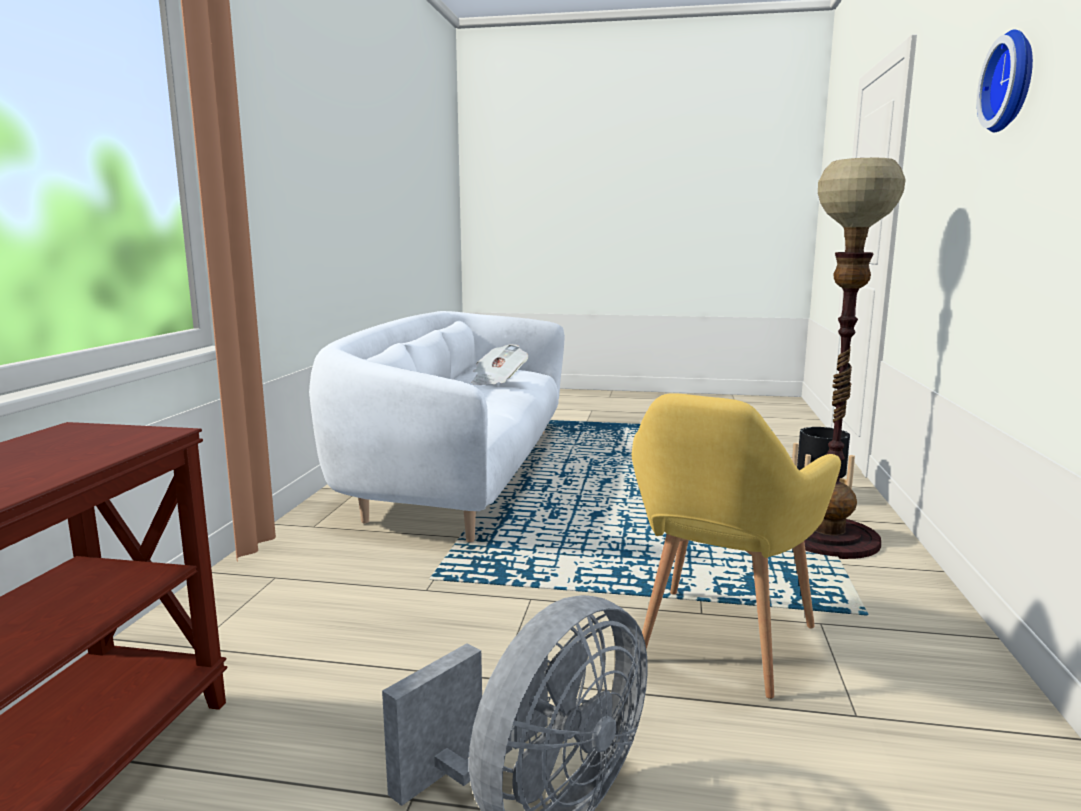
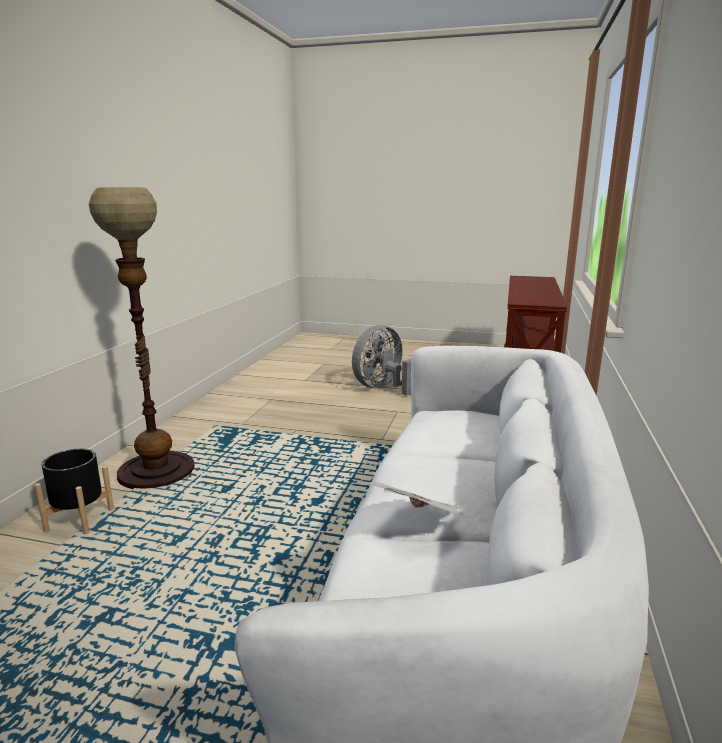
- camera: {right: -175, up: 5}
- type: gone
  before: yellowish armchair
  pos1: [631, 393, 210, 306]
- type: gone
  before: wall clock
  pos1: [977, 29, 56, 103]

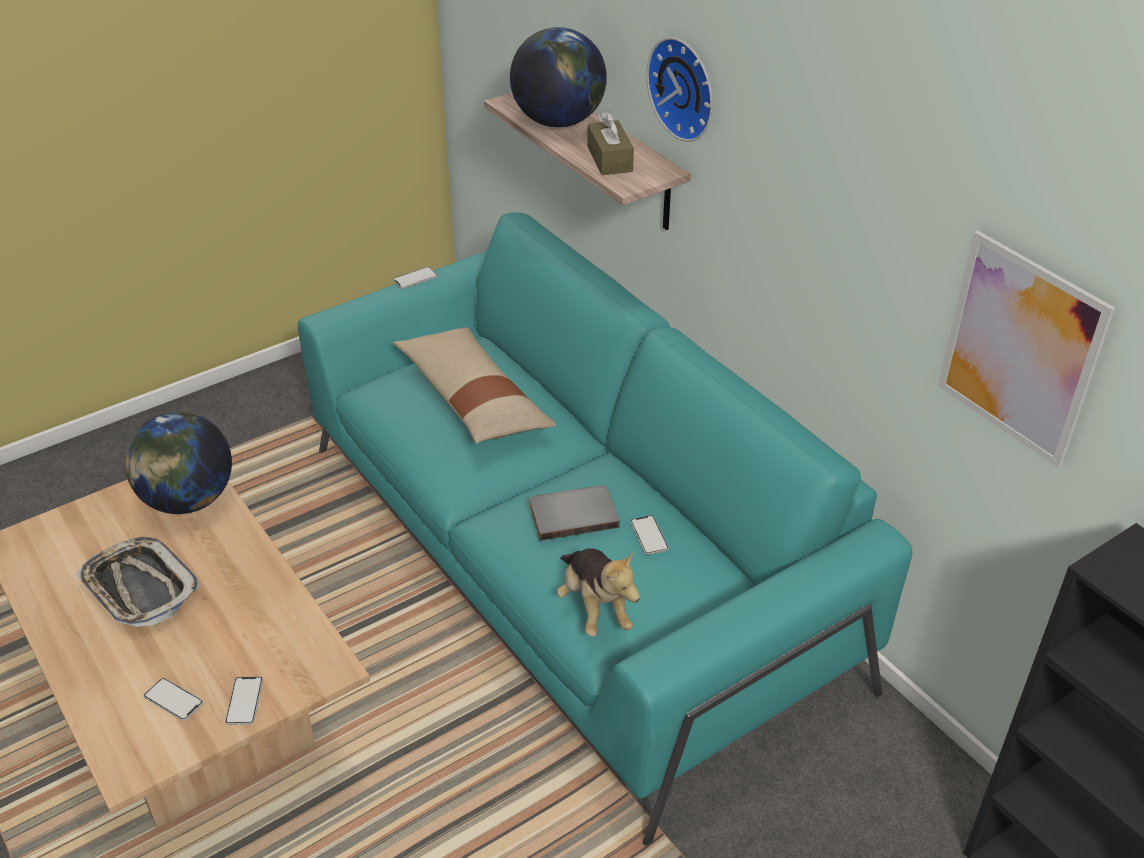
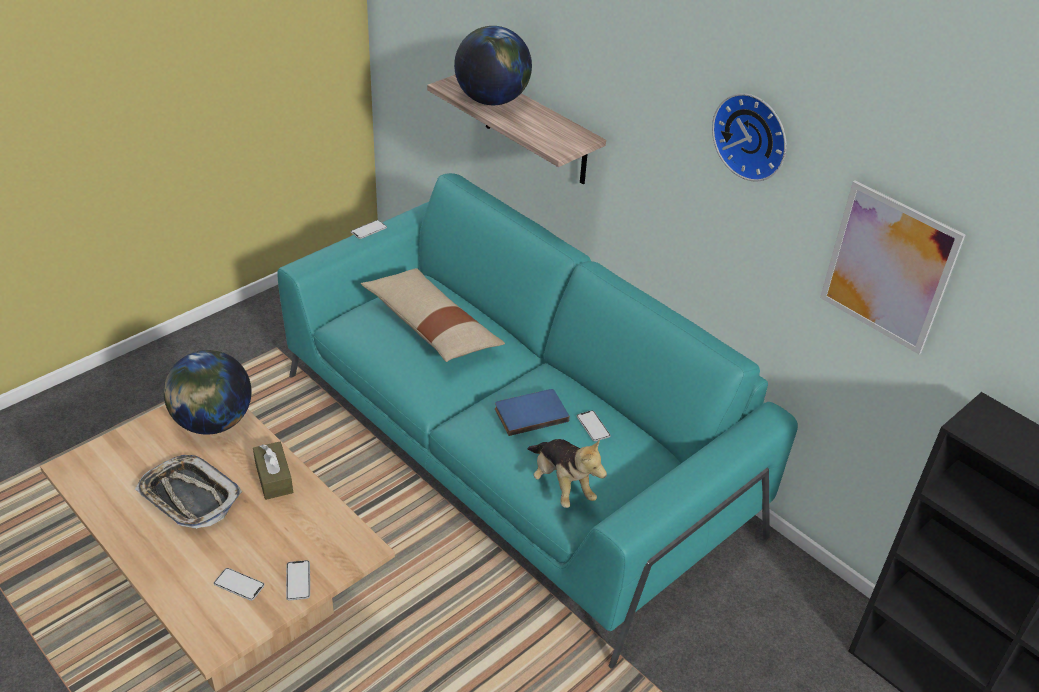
- camera: {right: -10, up: 0}
- type: shifted
  before: brown-coloured box of tissues
  pos1: [587, 111, 47, 64]
  pos2: [253, 442, 40, 58]
- type: shifted
  before: wall clock
  pos1: [646, 37, 67, 105]
  pos2: [712, 93, 75, 89]
- type: repainted
  before: greyish book
  after: blue-coloured book
  pos1: [529, 485, 91, 56]
  pos2: [495, 389, 75, 47]

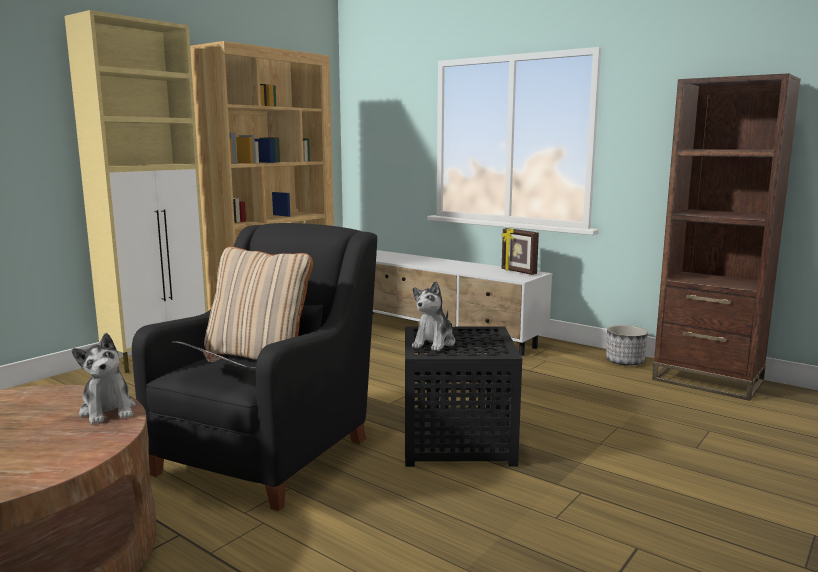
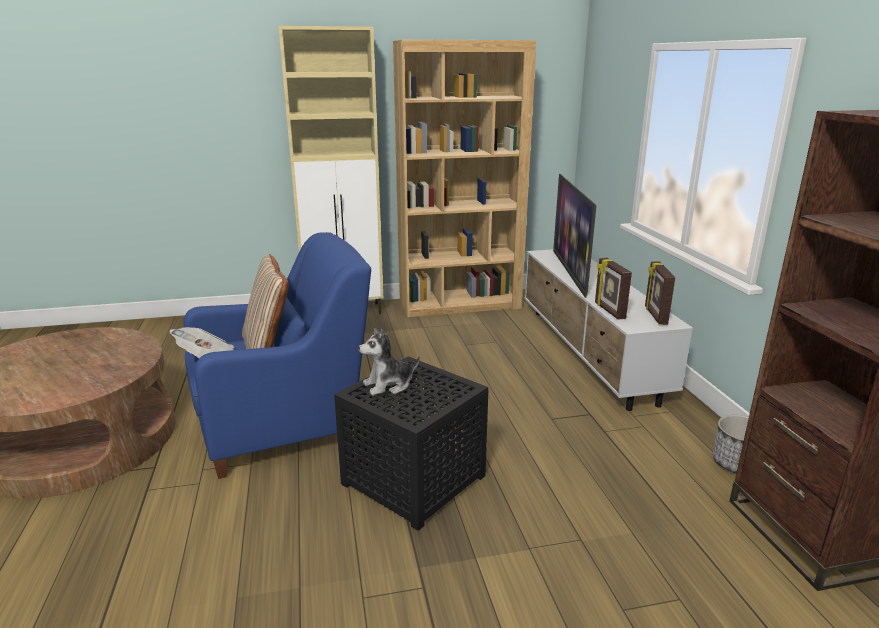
- camera: {right: 40, up: 10}
- type: gone
  before: plush toy
  pos1: [72, 333, 64, 91]
- type: new
  after: television
  pos2: [553, 174, 43, 124]
- type: new
  after: standing frame
  pos2: [595, 258, 37, 62]
- type: repainted
  before: black-coloured armchair
  after: blue-coloured armchair
  pos1: [132, 223, 245, 288]
  pos2: [183, 232, 188, 247]

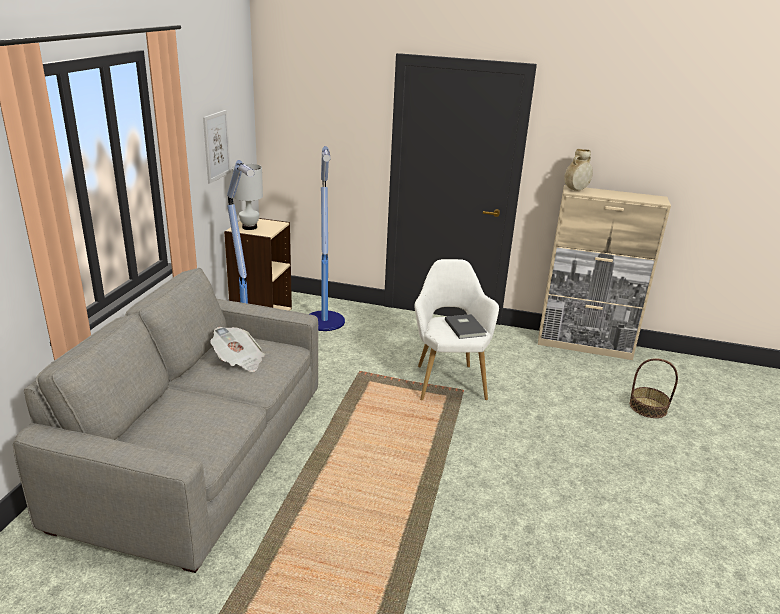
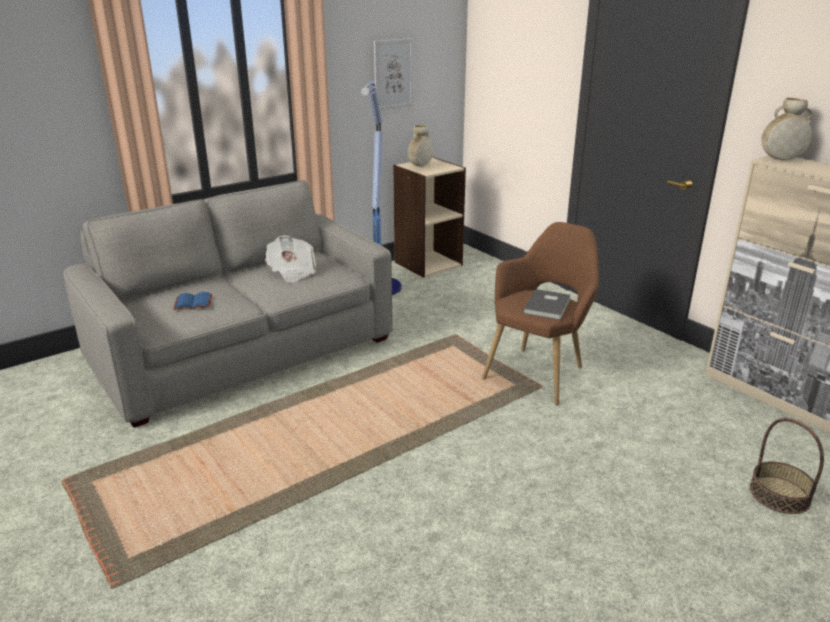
- camera: {right: 40, up: 0}
- type: gone
  before: standing lamp
  pos1: [310, 146, 35, 185]
- type: new
  after: blue-coloured book
  pos2: [173, 292, 39, 18]
- type: swapped
  before: white-coloured table lamp
  after: sand-coloured flower vase
  pos1: [231, 164, 32, 66]
  pos2: [408, 125, 25, 42]
- type: repainted
  before: white-coloured armchair
  after: brown-coloured armchair
  pos1: [415, 259, 84, 141]
  pos2: [482, 222, 117, 183]

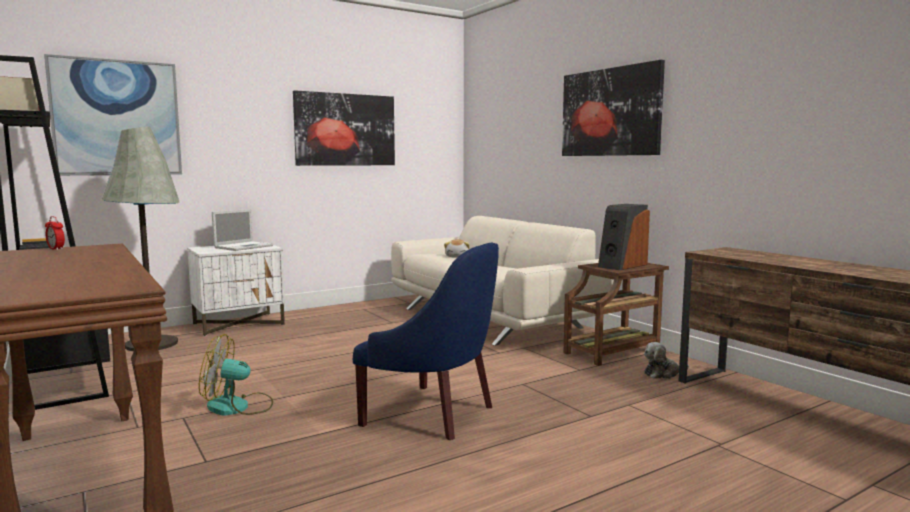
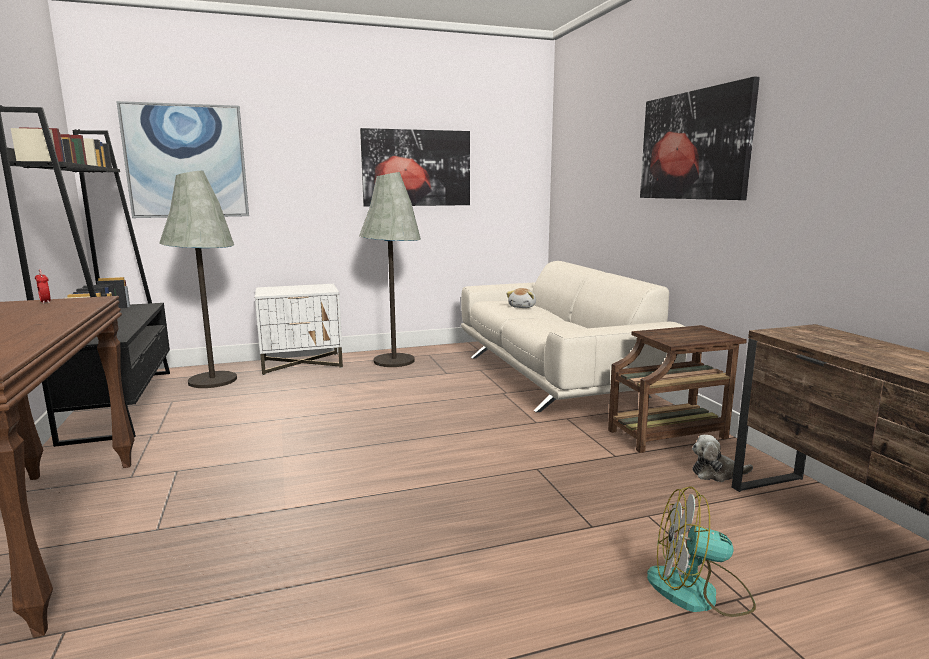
- camera: {right: 15, up: 5}
- type: gone
  before: notebook computer
  pos1: [212, 209, 61, 42]
- type: gone
  before: blue-coloured armchair
  pos1: [353, 243, 146, 197]
- type: gone
  before: audio speaker
  pos1: [598, 204, 52, 66]
- type: new
  after: greyish standing lamp
  pos2: [359, 172, 62, 195]
- type: shifted
  before: cooling fan
  pos1: [199, 334, 74, 82]
  pos2: [647, 486, 109, 131]

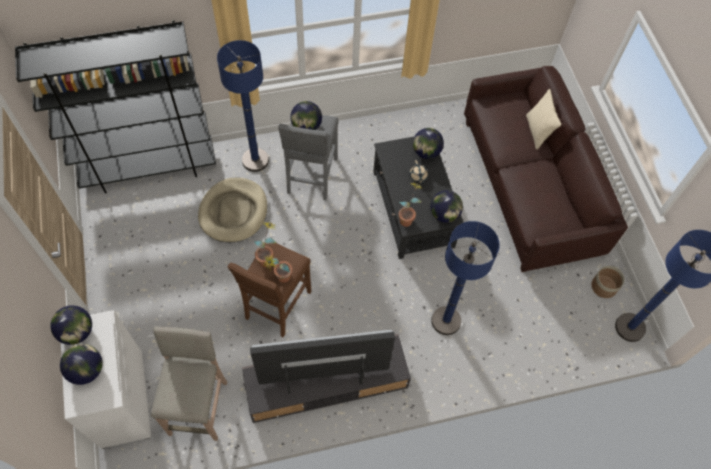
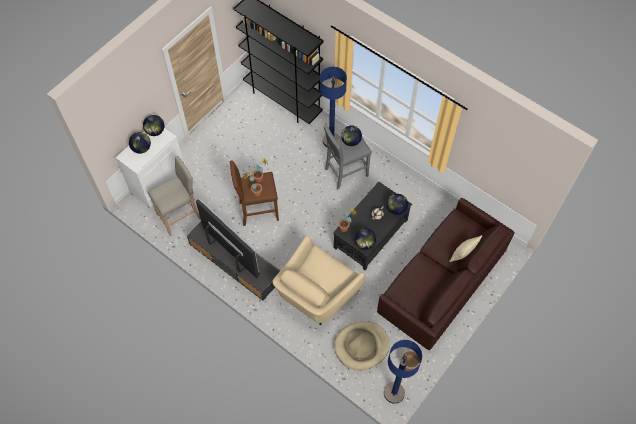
- camera: {right: 55, up: 0}
- type: shifted
  before: sand-coloured pet bed
  pos1: [198, 178, 70, 64]
  pos2: [334, 321, 56, 49]
- type: swapped
  before: blue-coloured standing lamp
  after: sand-coloured armchair
  pos1: [431, 221, 69, 114]
  pos2: [272, 236, 93, 89]

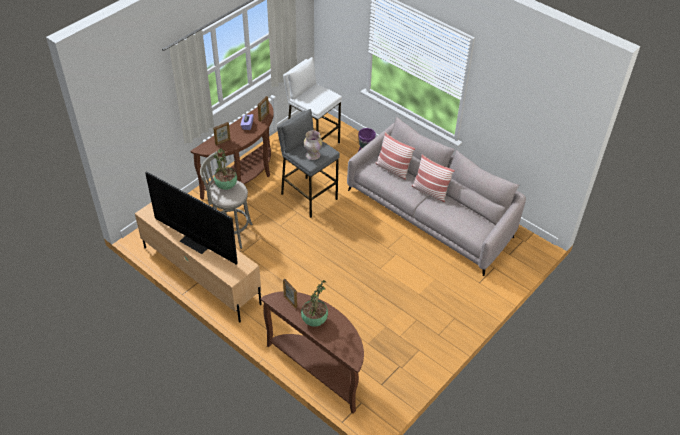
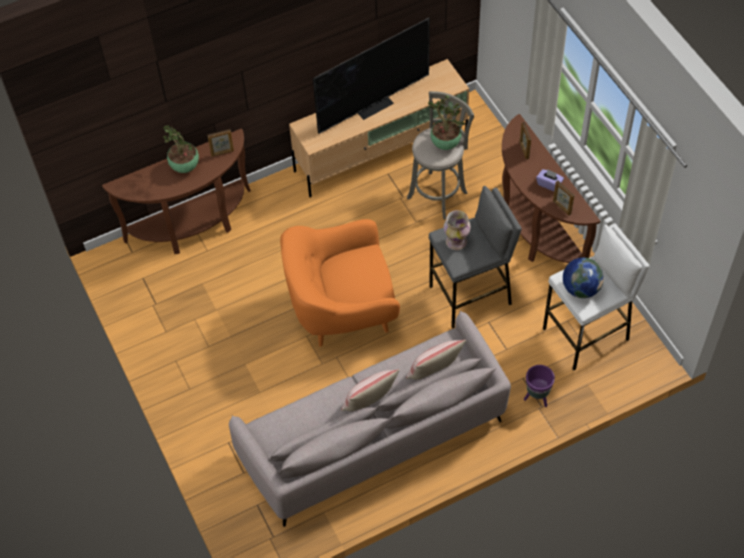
- camera: {right: 115, up: 10}
- type: new
  after: orange armchair
  pos2: [280, 219, 120, 128]
- type: new
  after: world globe
  pos2: [563, 257, 41, 41]

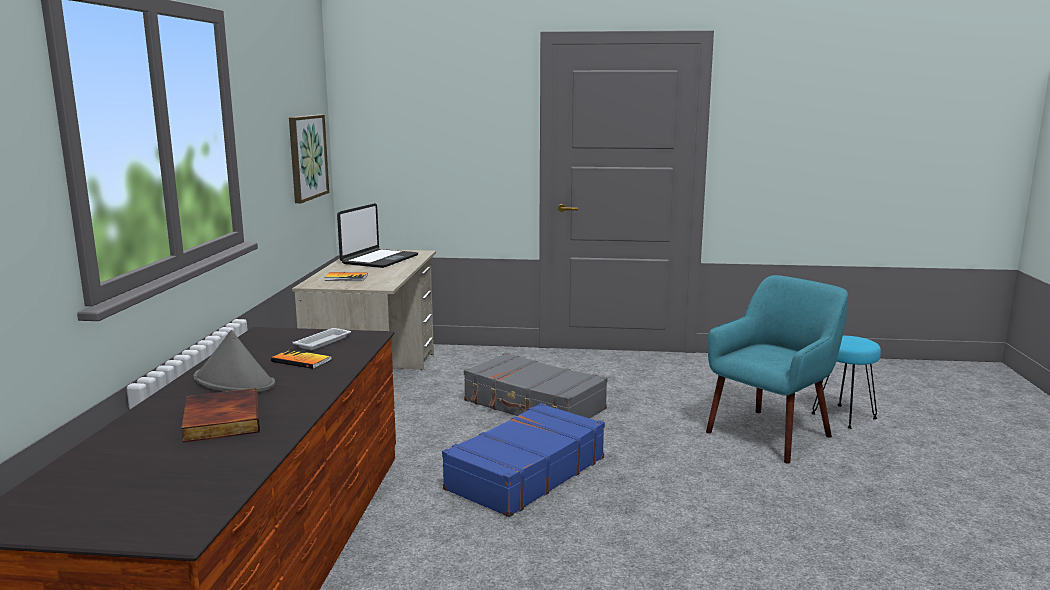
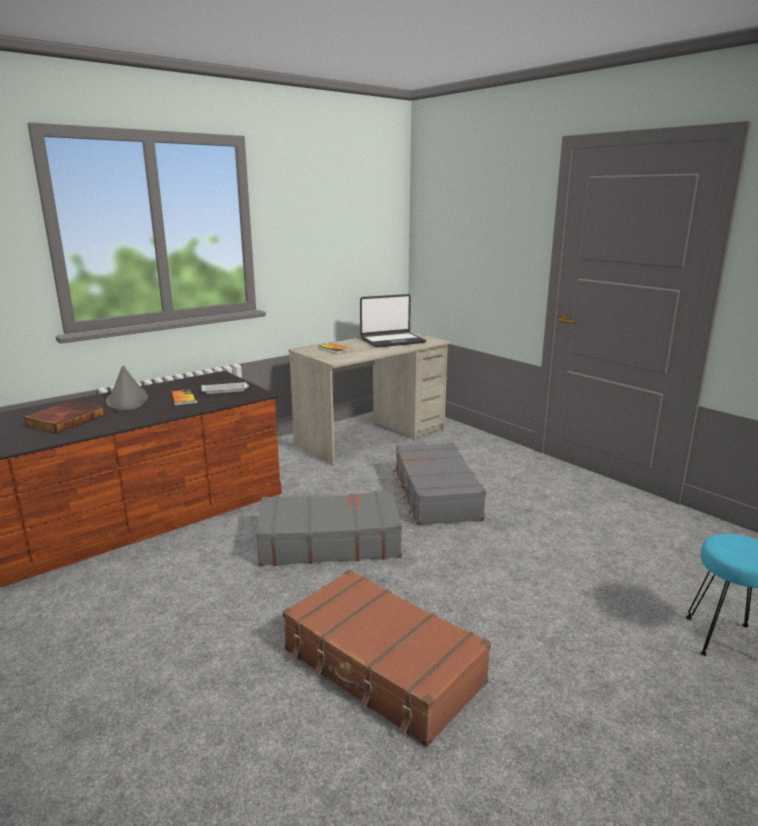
- camera: {right: 45, up: 5}
- type: gone
  before: wall art
  pos1: [289, 115, 40, 88]
- type: gone
  before: turquoise armchair
  pos1: [706, 275, 142, 189]
- type: new
  after: brown-coloured suitcase
  pos2: [283, 569, 208, 178]
- type: repainted
  before: blue-coloured suitcase
  after: greyish suitcase
  pos1: [442, 403, 163, 114]
  pos2: [256, 491, 146, 75]

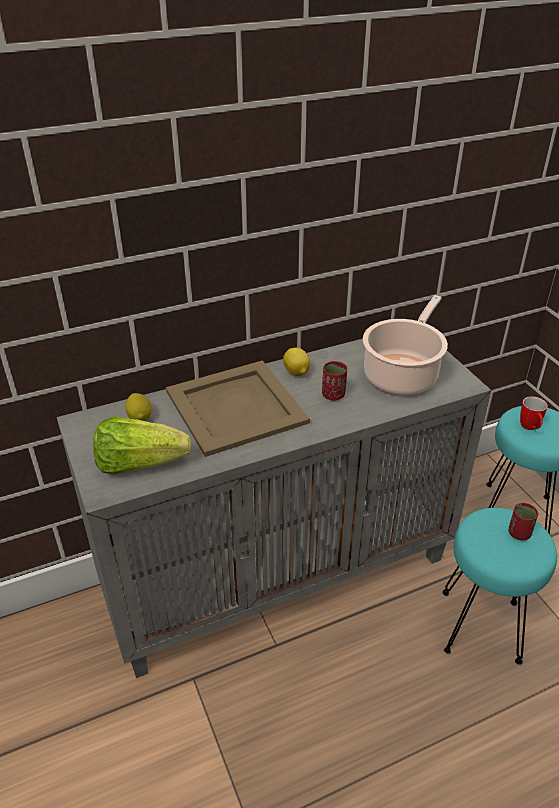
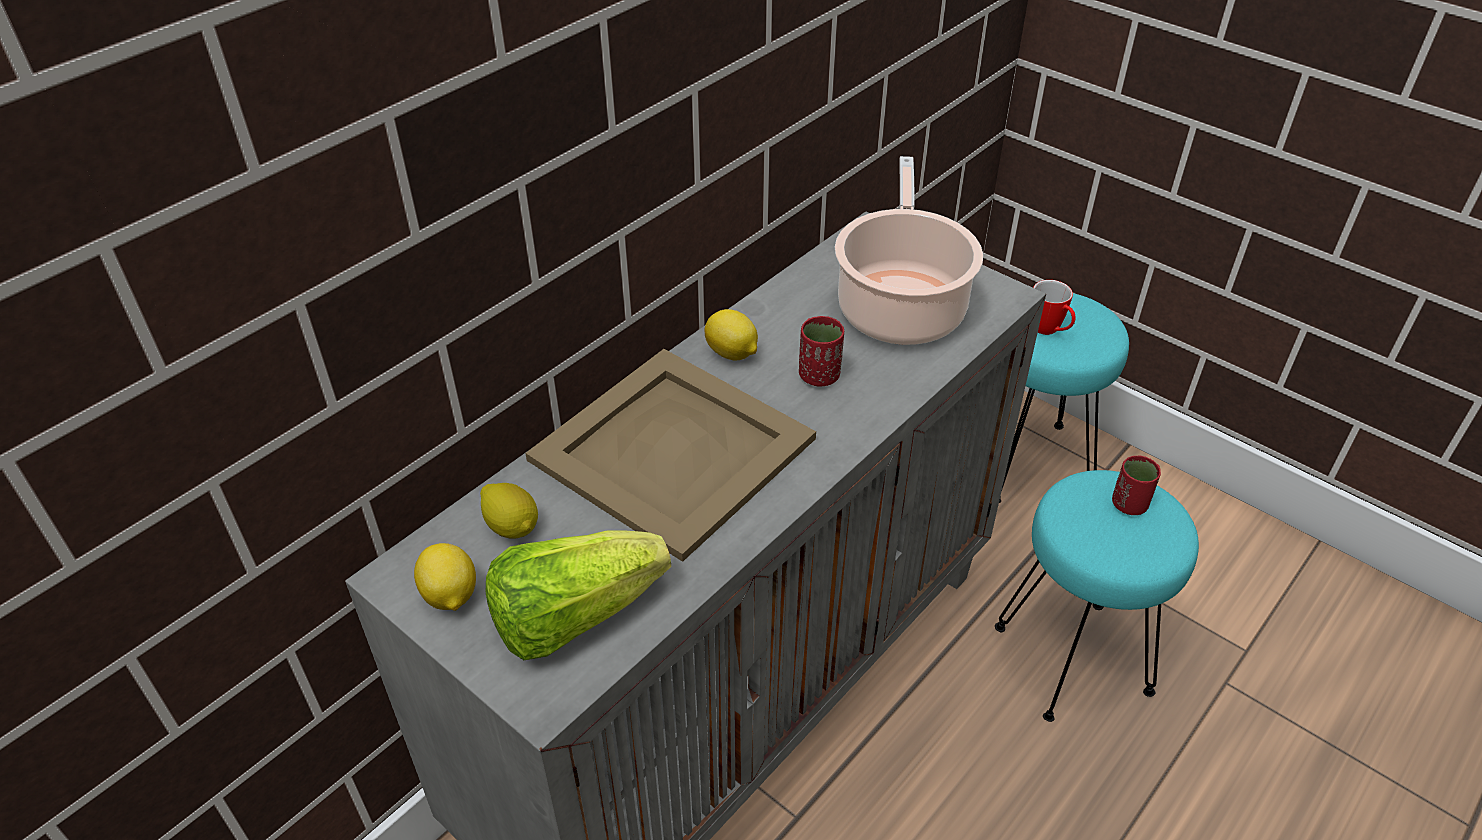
- camera: {right: -25, up: 5}
- type: new
  after: whole lemon
  pos2: [414, 543, 62, 68]

